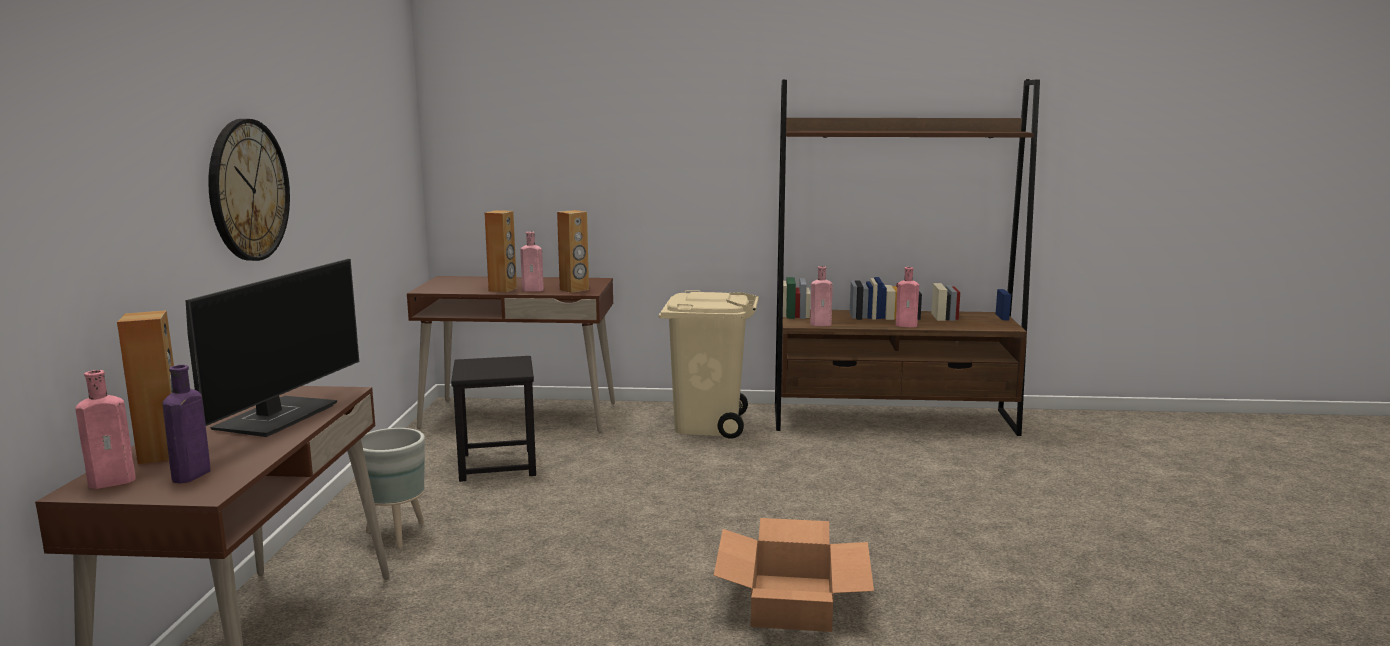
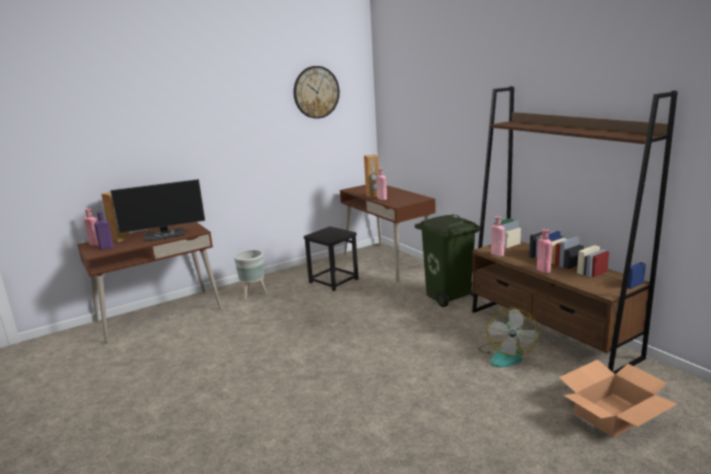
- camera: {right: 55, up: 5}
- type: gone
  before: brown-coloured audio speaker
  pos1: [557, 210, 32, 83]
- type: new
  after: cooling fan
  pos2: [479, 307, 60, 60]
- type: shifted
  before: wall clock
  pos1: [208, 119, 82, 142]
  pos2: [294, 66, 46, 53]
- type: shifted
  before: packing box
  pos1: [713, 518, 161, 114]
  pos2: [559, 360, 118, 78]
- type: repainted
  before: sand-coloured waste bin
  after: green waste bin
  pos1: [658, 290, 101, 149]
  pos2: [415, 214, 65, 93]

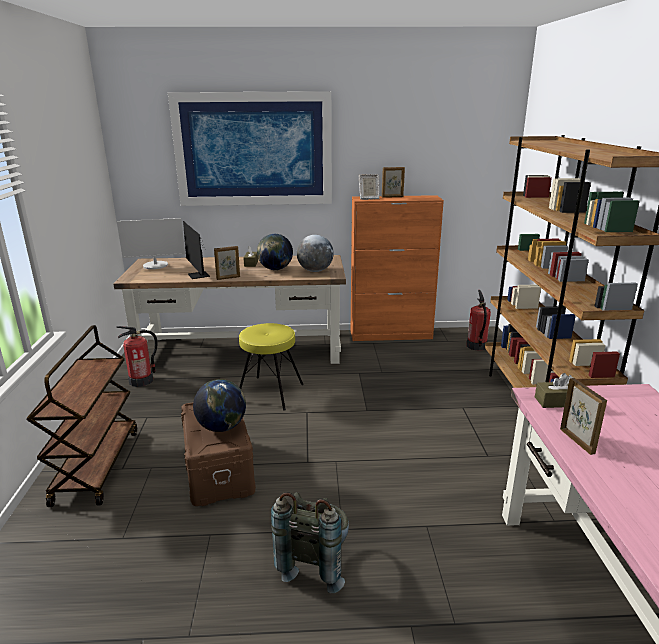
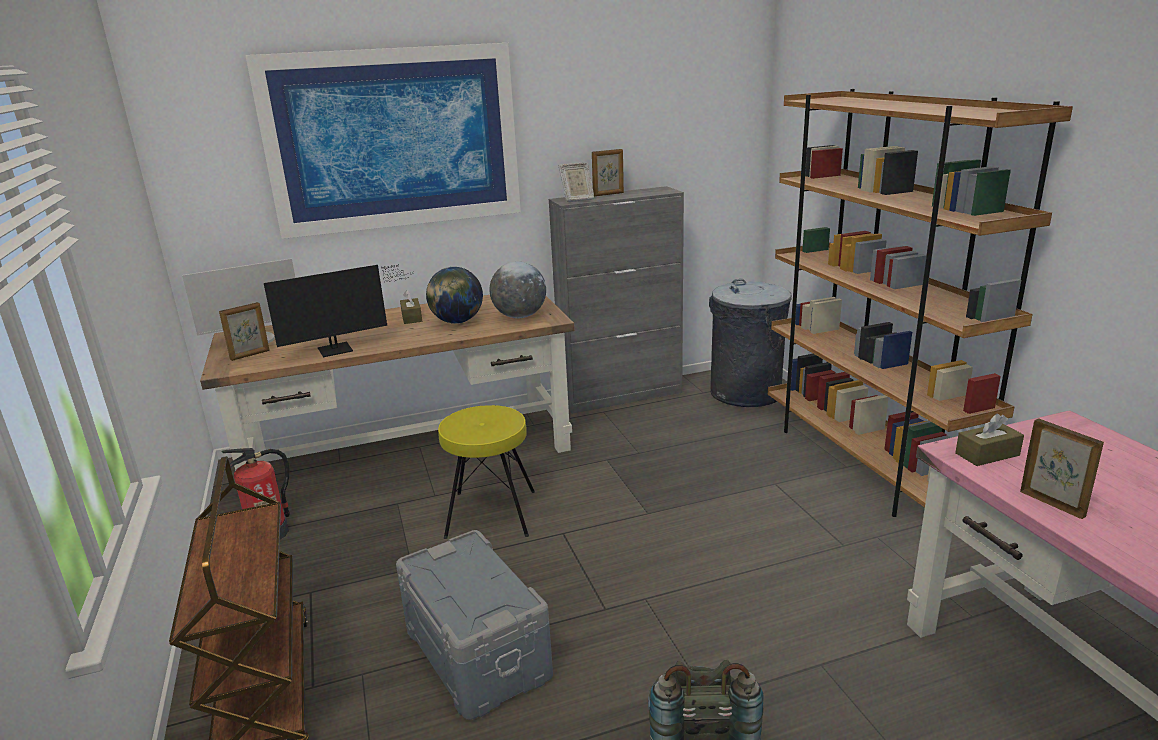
- camera: {right: -15, up: 0}
- type: gone
  before: world globe
  pos1: [193, 379, 53, 53]
- type: shifted
  before: standing frame
  pos1: [214, 246, 26, 34]
  pos2: [219, 302, 51, 59]
- type: swapped
  before: fire extinguisher
  after: greyish waste bin
  pos1: [466, 290, 25, 61]
  pos2: [709, 279, 83, 128]
- type: repainted
  before: brown-coloured storage bin
  after: greyish storage bin
  pos1: [181, 402, 75, 104]
  pos2: [396, 530, 157, 190]
- type: repainted
  before: orange cabinet
  after: greyish cabinet
  pos1: [351, 195, 93, 146]
  pos2: [549, 186, 135, 228]
- type: rotated
  before: monitor
  pos1: [183, 221, 27, 58]
  pos2: [264, 265, 146, 92]
  turn: -75

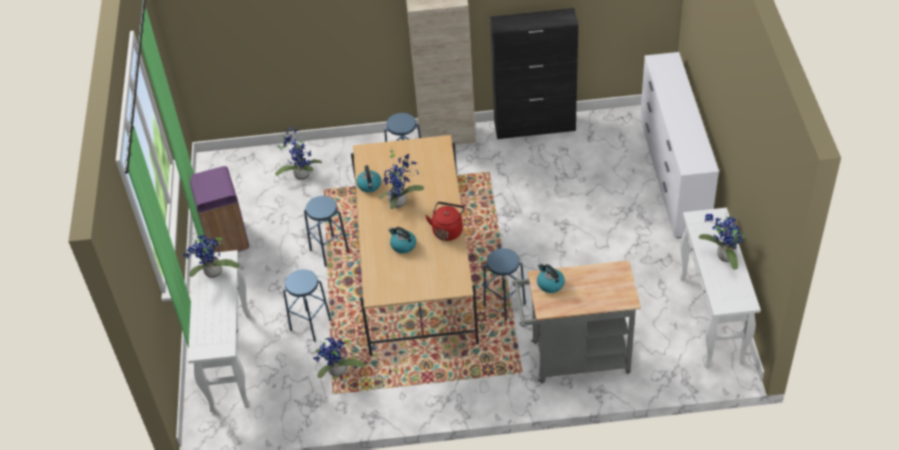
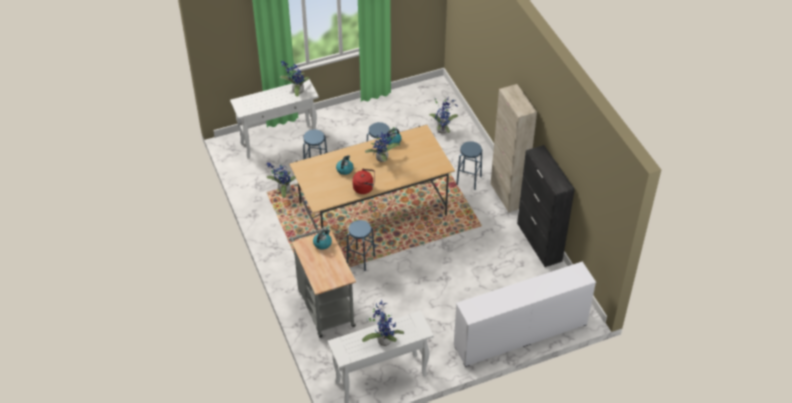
- camera: {right: 70, up: 0}
- type: gone
  before: purple waste bin
  pos1: [190, 166, 59, 87]

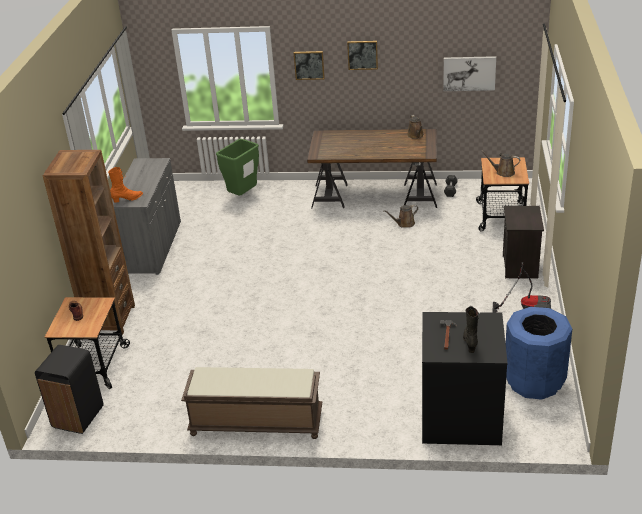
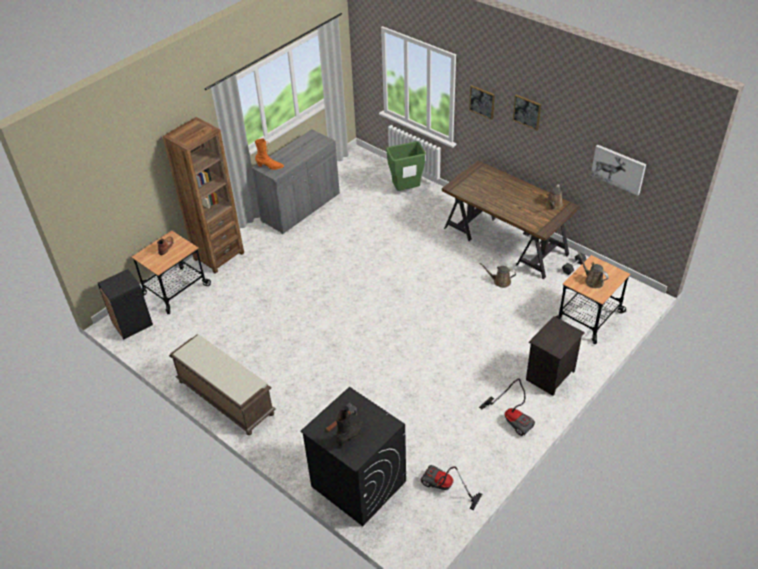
- camera: {right: 35, up: 10}
- type: swapped
  before: blue-coloured waste bin
  after: vacuum
  pos1: [505, 307, 67, 93]
  pos2: [421, 465, 61, 46]

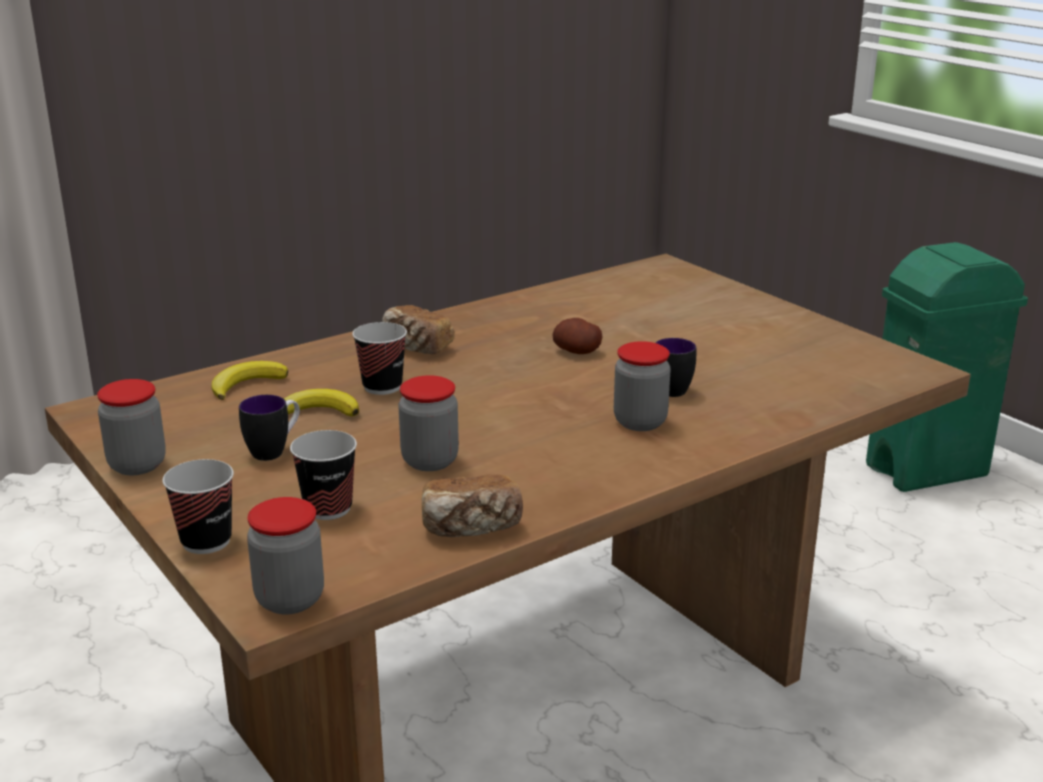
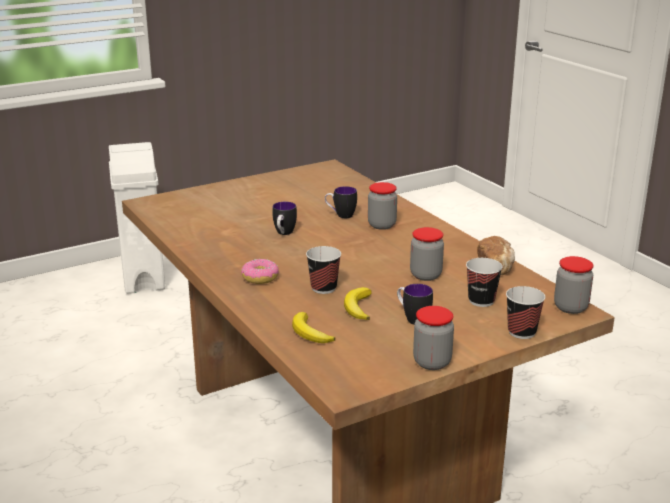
- camera: {right: -85, up: 0}
- type: swapped
  before: bread
  after: doughnut
  pos1: [382, 305, 73, 50]
  pos2: [241, 259, 38, 25]
- type: swapped
  before: whole potato
  after: coffee mug
  pos1: [553, 318, 50, 36]
  pos2: [272, 202, 25, 33]
- type: repainted
  before: green waste bin
  after: white-coloured waste bin
  pos1: [866, 242, 162, 250]
  pos2: [109, 142, 56, 152]

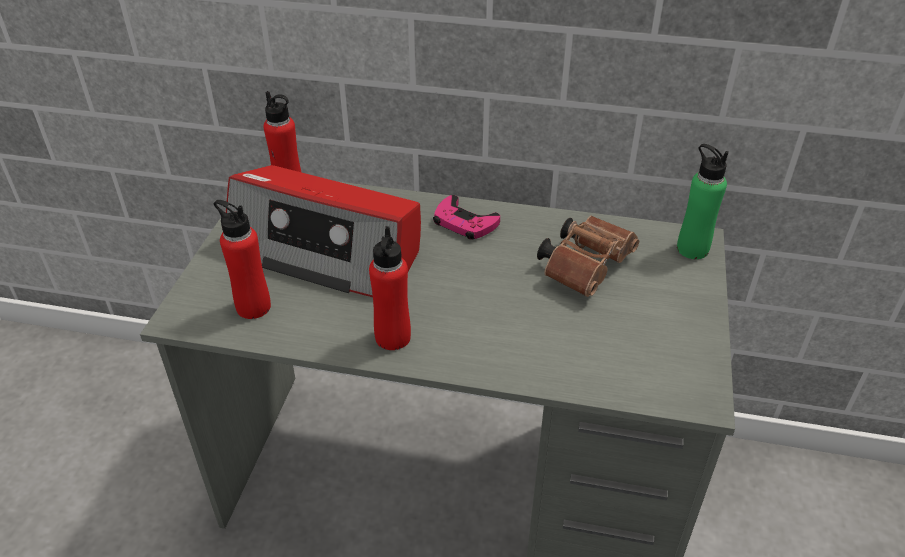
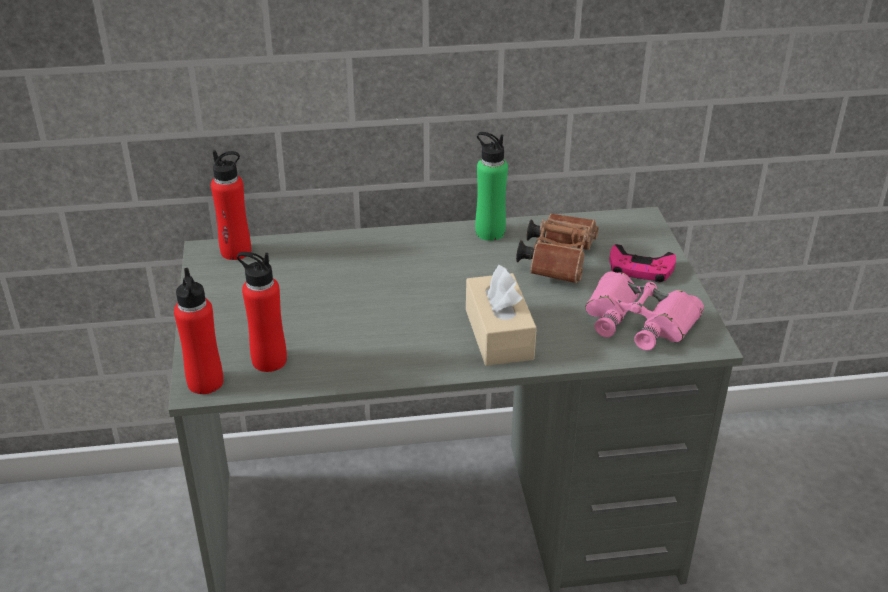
- camera: {right: -20, up: -5}
- type: gone
  before: radio
  pos1: [226, 165, 195, 132]
- type: new
  after: sand-coloured box of tissues
  pos2: [466, 265, 71, 101]
- type: new
  after: pink-coloured binoculars
  pos2: [585, 272, 119, 78]
- type: shifted
  before: reddish beverage bottle
  pos1: [369, 226, 42, 124]
  pos2: [174, 268, 49, 126]
- type: shifted
  before: pink-coloured game controller
  pos1: [433, 195, 67, 45]
  pos2: [609, 244, 67, 38]
- type: shifted
  before: green beverage bottle
  pos1: [677, 144, 52, 115]
  pos2: [475, 132, 33, 109]

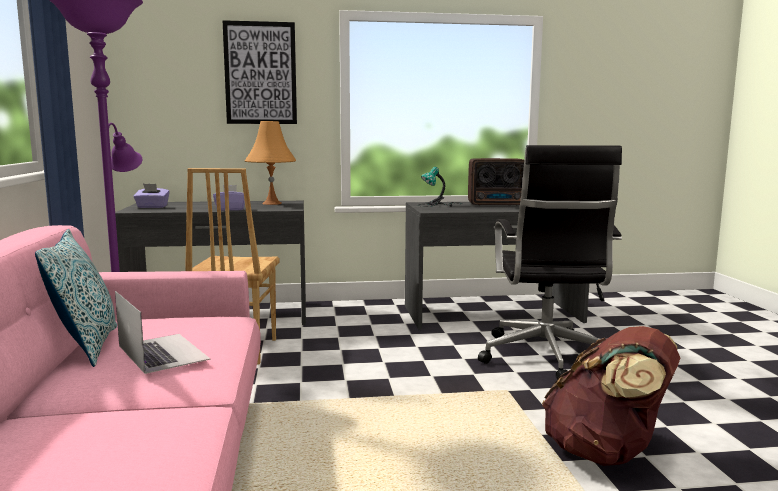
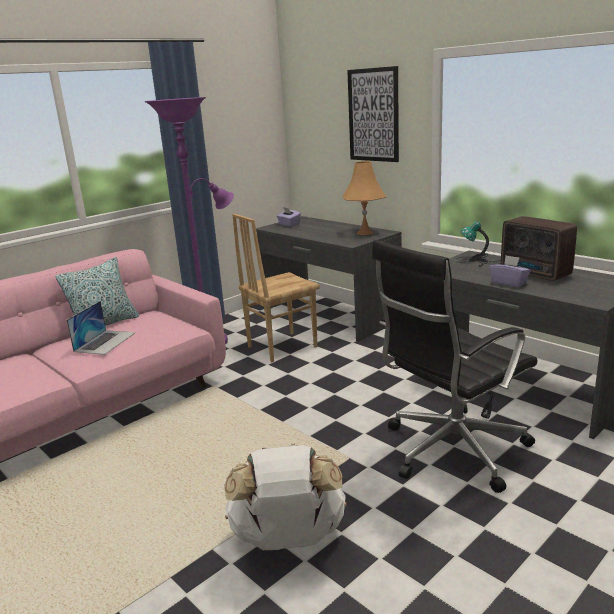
- camera: {right: 55, up: 10}
- type: shifted
  before: purple box of tissues
  pos1: [213, 185, 32, 26]
  pos2: [489, 255, 42, 32]
- type: repainted
  before: brown-coloured backpack
  after: white-coloured backpack
  pos1: [542, 326, 138, 140]
  pos2: [224, 444, 123, 106]

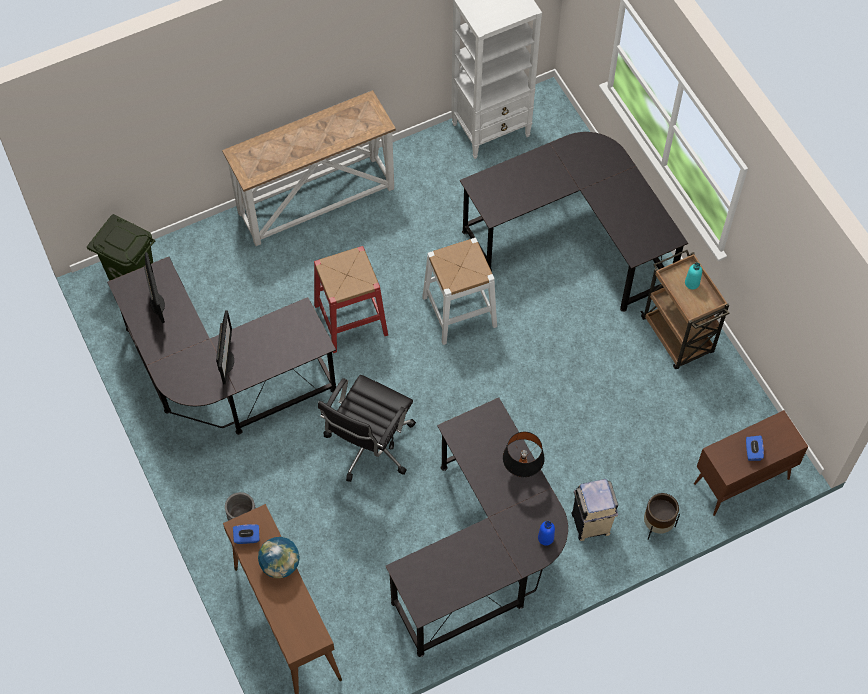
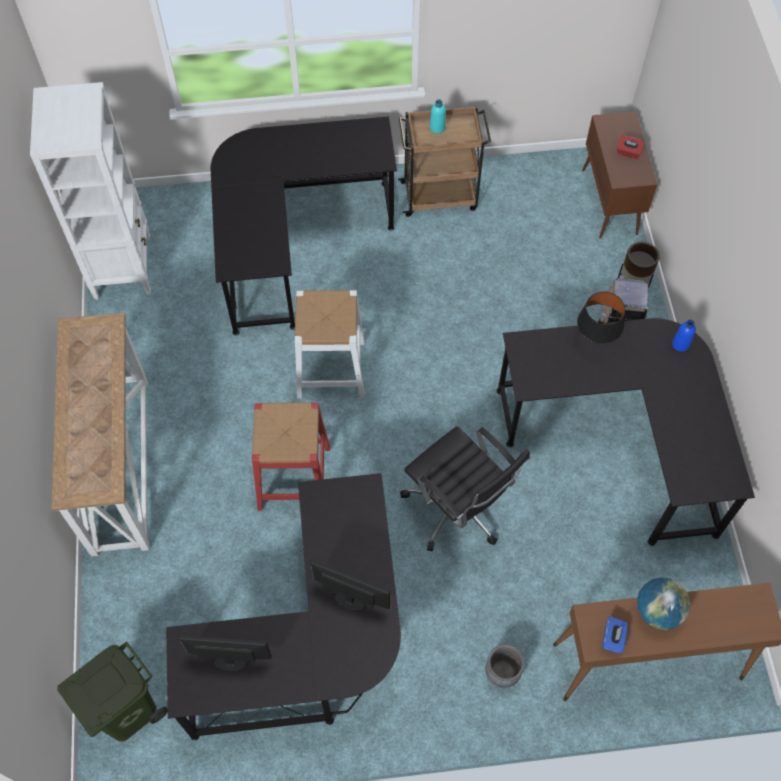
- camera: {right: -70, up: 0}
- type: repainted
  before: blue-coloured box of tissues
  after: reddish box of tissues
  pos1: [746, 435, 18, 26]
  pos2: [617, 136, 28, 23]

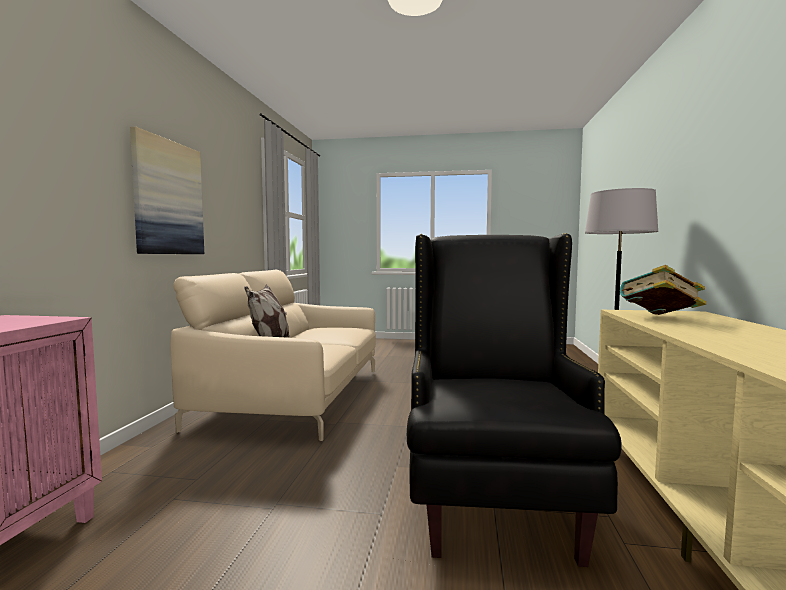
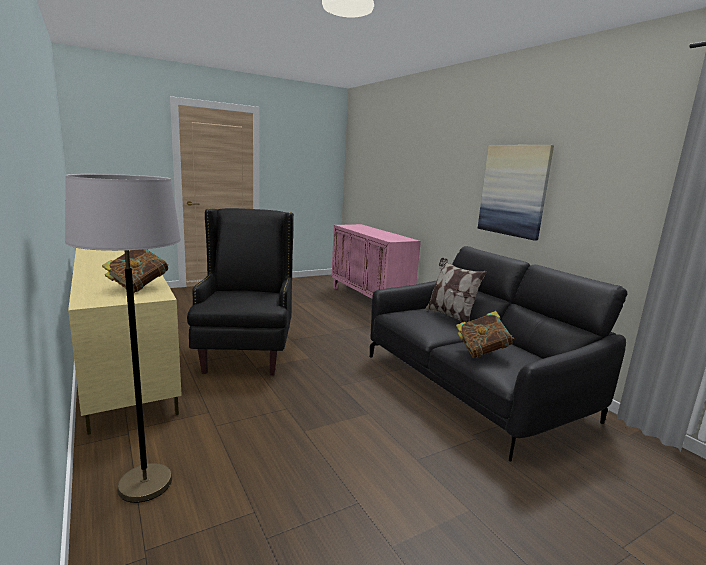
- camera: {right: 140, up: 10}
- type: new
  after: book
  pos2: [456, 311, 59, 47]
- type: repainted
  before: sand-coloured sofa
  after: black-coloured sofa
  pos1: [170, 270, 206, 171]
  pos2: [370, 246, 257, 215]
- type: rotated
  before: black-coloured armchair
  pos1: [407, 233, 215, 334]
  pos2: [187, 208, 107, 167]
  turn: -150

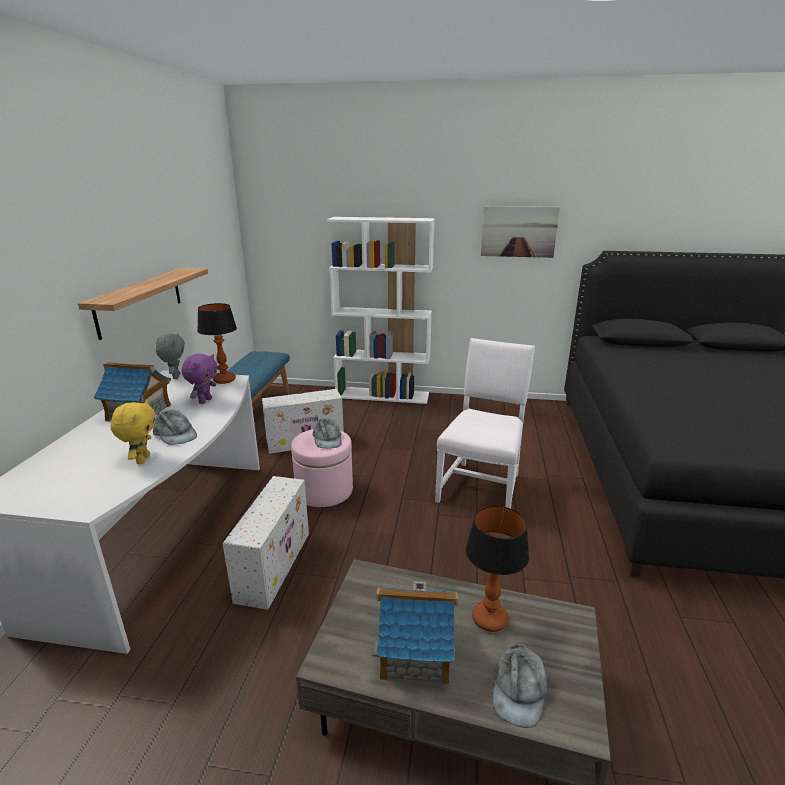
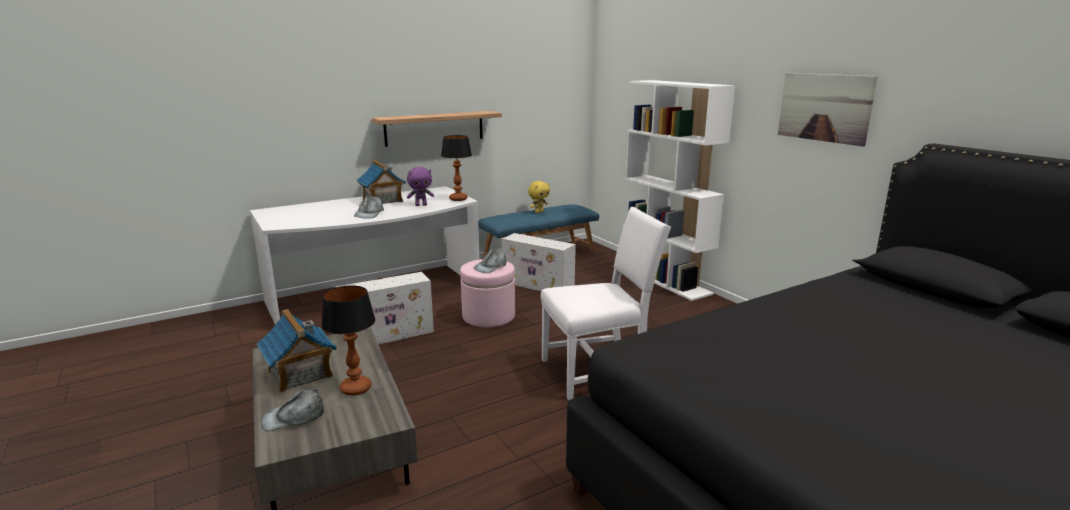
- camera: {right: 50, up: -5}
- type: gone
  before: greyish plush toy
  pos1: [156, 333, 29, 46]
- type: shifted
  before: yellowish plush toy
  pos1: [111, 400, 44, 64]
  pos2: [528, 181, 22, 32]

